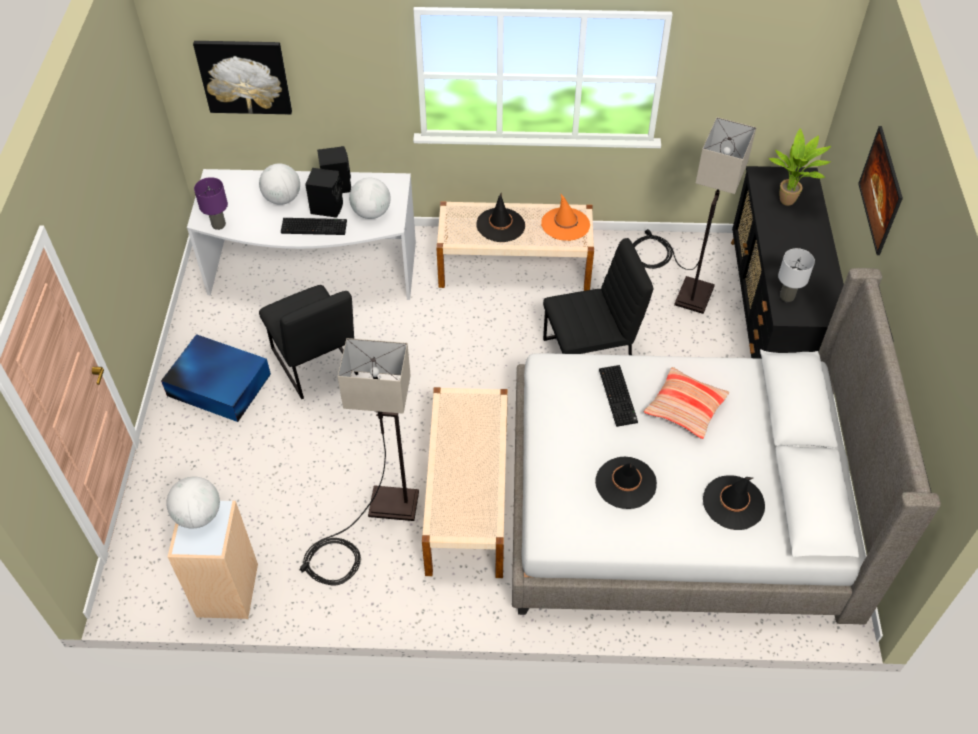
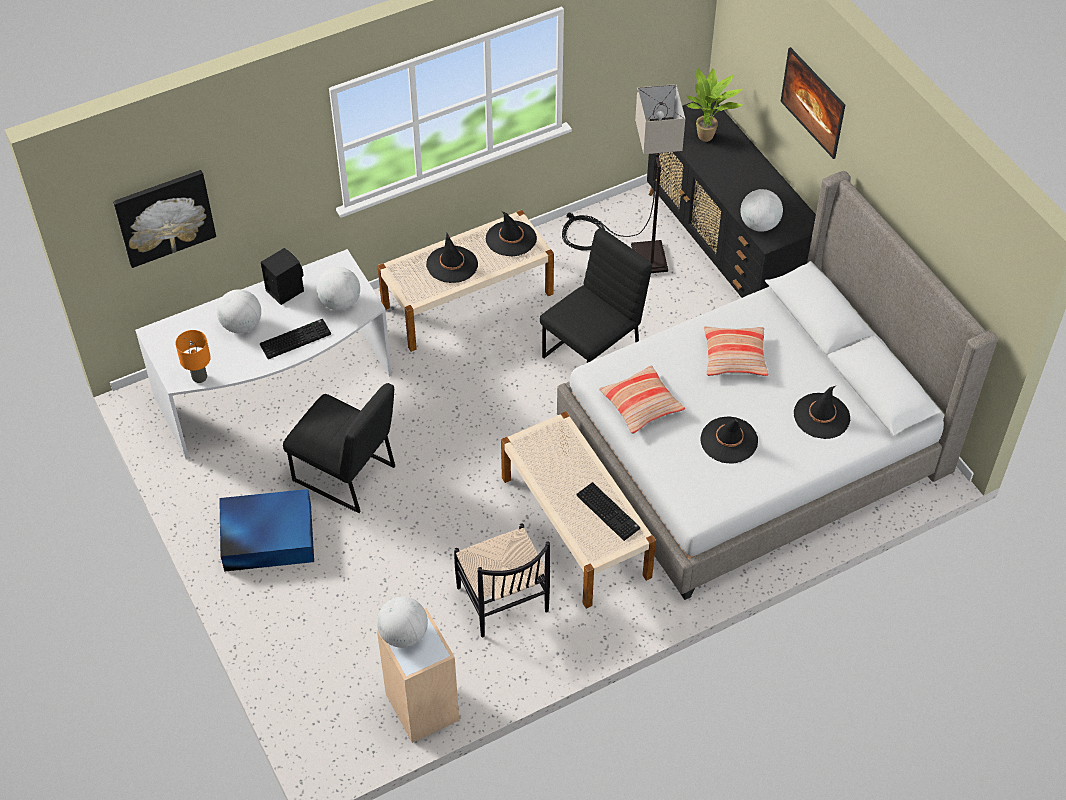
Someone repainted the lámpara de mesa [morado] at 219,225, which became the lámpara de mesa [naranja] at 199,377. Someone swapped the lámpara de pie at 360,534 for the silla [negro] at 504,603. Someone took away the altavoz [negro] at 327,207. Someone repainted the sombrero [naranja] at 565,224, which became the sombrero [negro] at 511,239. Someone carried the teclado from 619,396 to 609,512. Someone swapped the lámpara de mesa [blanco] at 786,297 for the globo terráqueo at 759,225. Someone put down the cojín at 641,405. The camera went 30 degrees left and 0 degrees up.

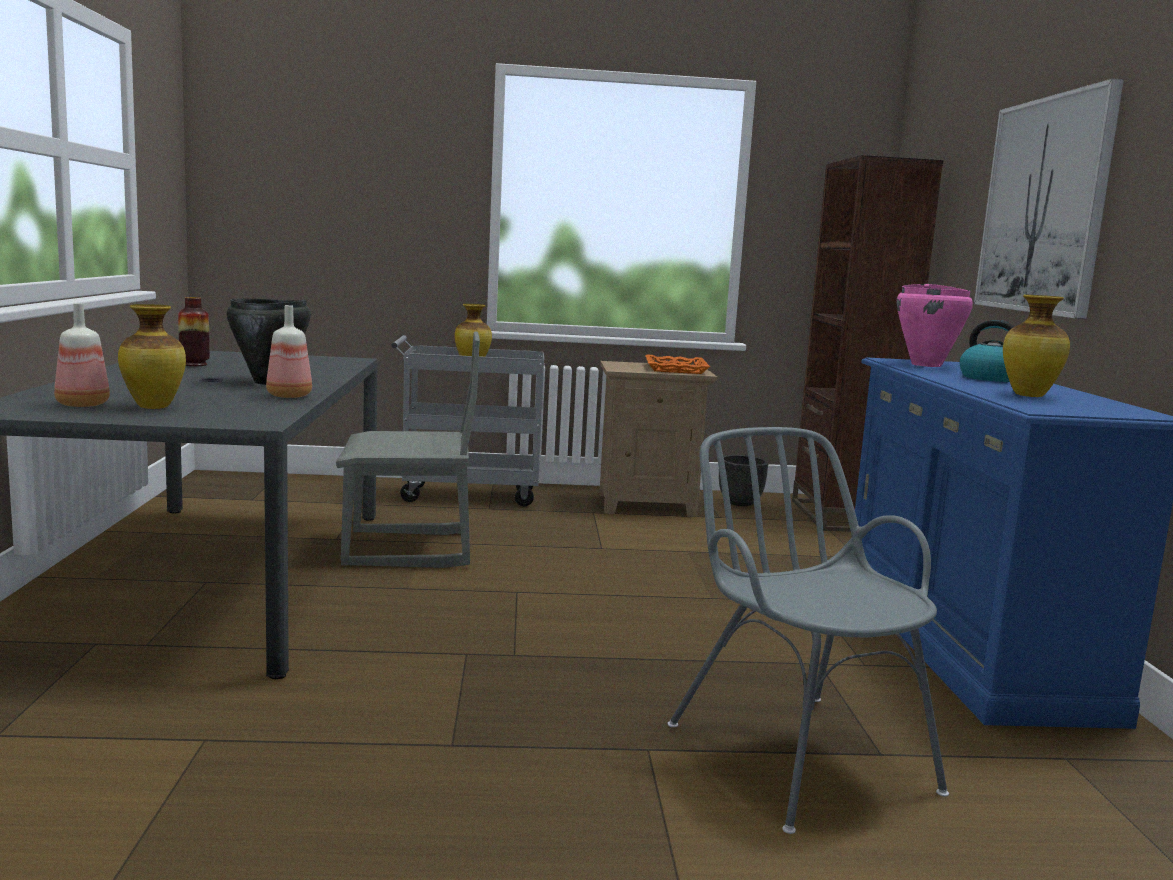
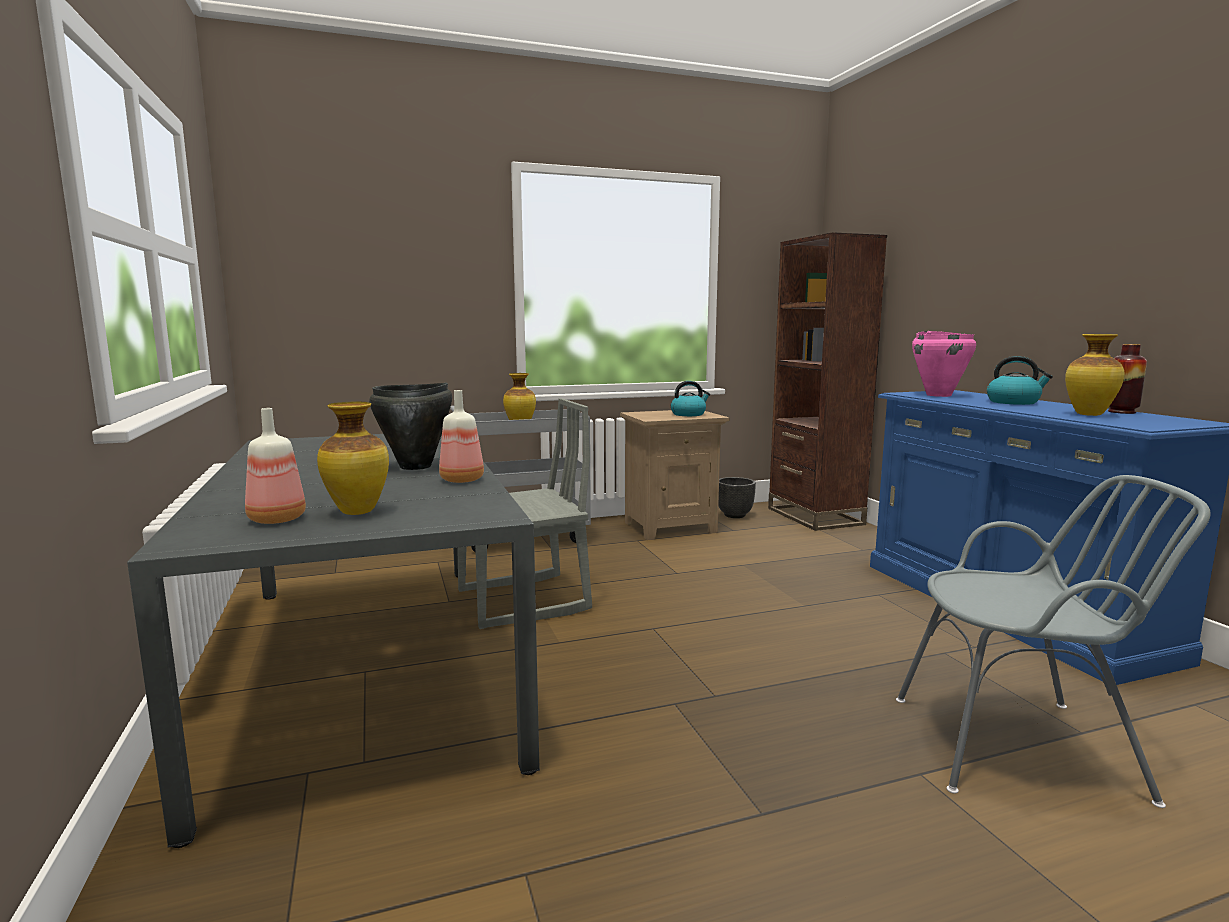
Someone carried the florero from 194,364 to 1121,412. Someone swapped the bandeja [naranja] at 675,369 for the hervidor at 688,414. Someone rotated the silla [gris] at 795,751 by 135 degrees clockwise. Someone took away the cuadro at 1044,206. The camera went 15 degrees left and 0 degrees up.

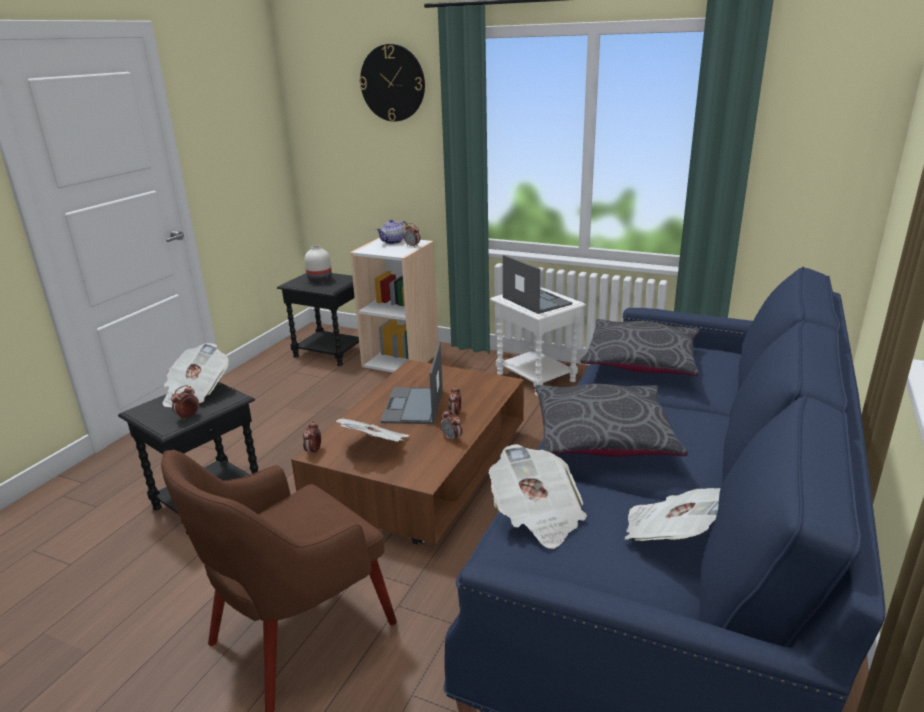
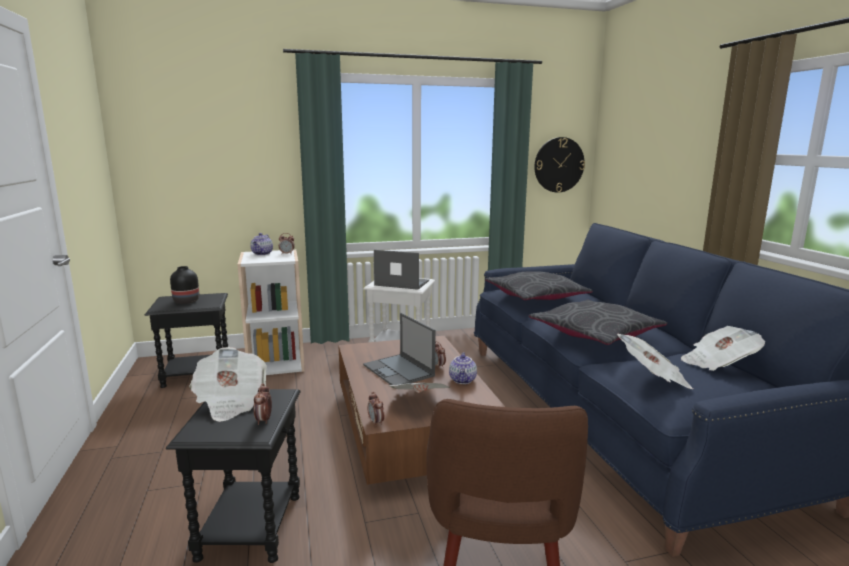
Someone repainted the florero [blanco] at 319,280, which became the florero [negro] at 186,301. Someone carried the reloj de pared from 392,83 to 559,165. Someone swapped the despertador at 452,439 for the tetera at 463,380. The camera went 40 degrees left and 10 degrees down.

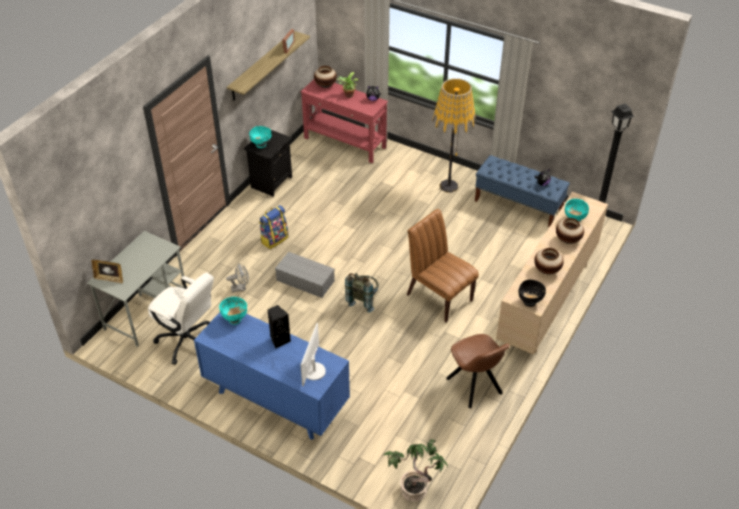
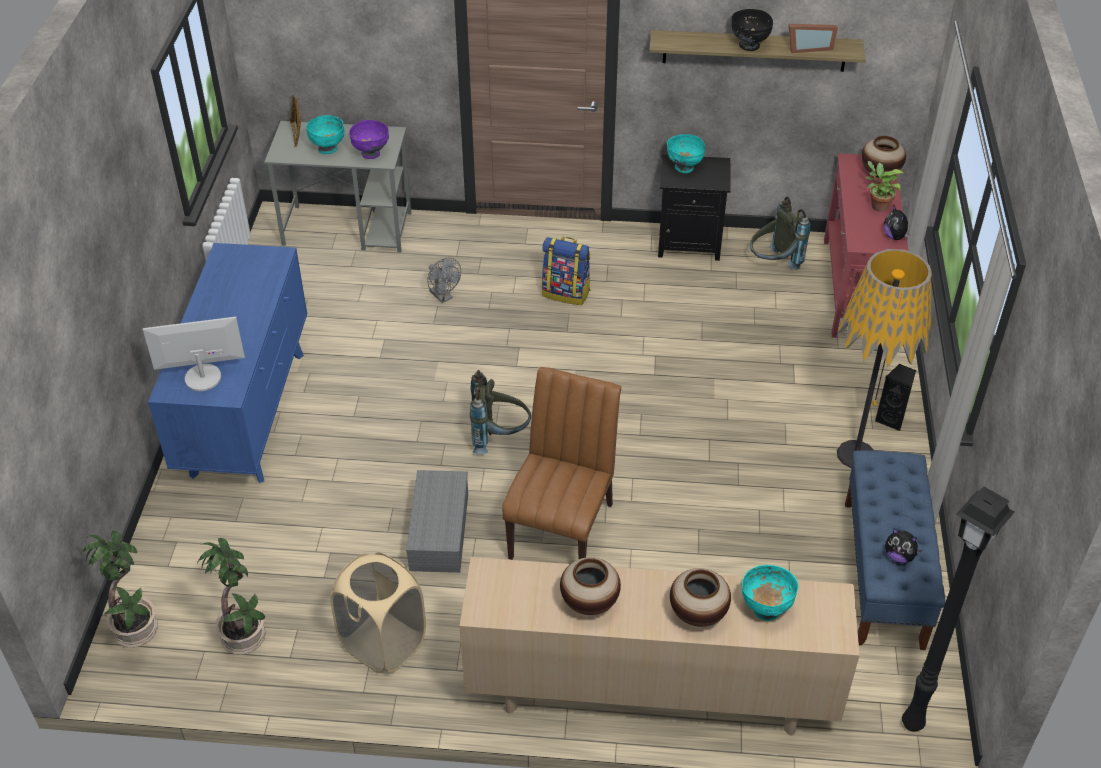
Someone took away the silla de oficina [blanco] at 189,342. Someone carried the cuenco [turquesa] from 235,319 to 328,149. Someone carried the altavoz [negro] from 279,340 to 891,419. Someone carried the caja de almacenaje [gris] from 304,280 to 438,530. Someone swapped the silla [marrón] at 474,386 for the cesto de la ropa [beis] at 383,643. Someone carried the cuenco [negro] from 529,302 to 749,46. Someone put down the planta en maceta at 245,636. Someone put down the cuenco [morado] at 371,154. Someone put down the mochila [gris] at 773,264. The camera went 65 degrees right and 0 degrees up.

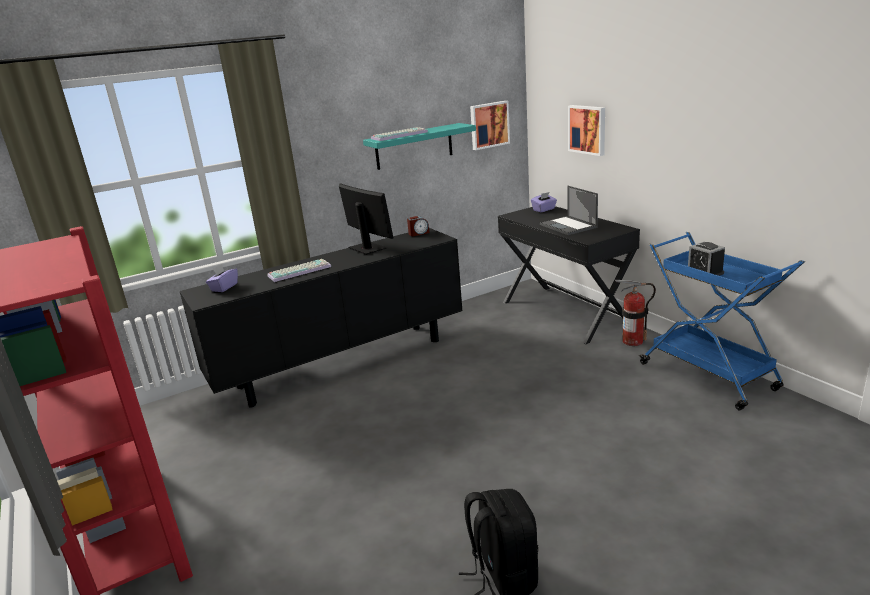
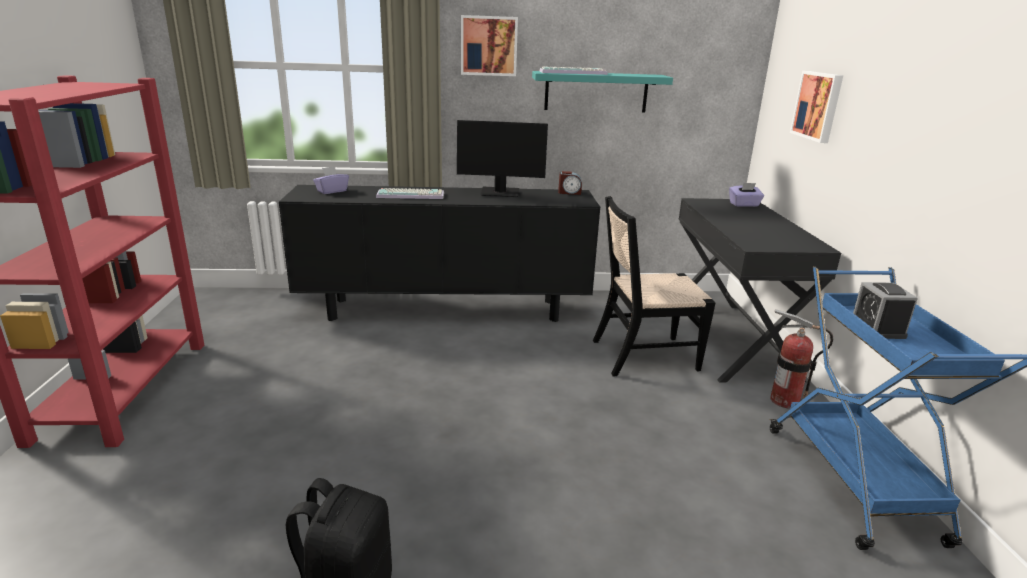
Someone rotated the monitor at 367,248 by 105 degrees clockwise. Someone carried the cuadro from 489,125 to 488,46. Someone took away the portátil at 568,226. Someone put down the silla at 644,356. The camera went 25 degrees right and 0 degrees up.

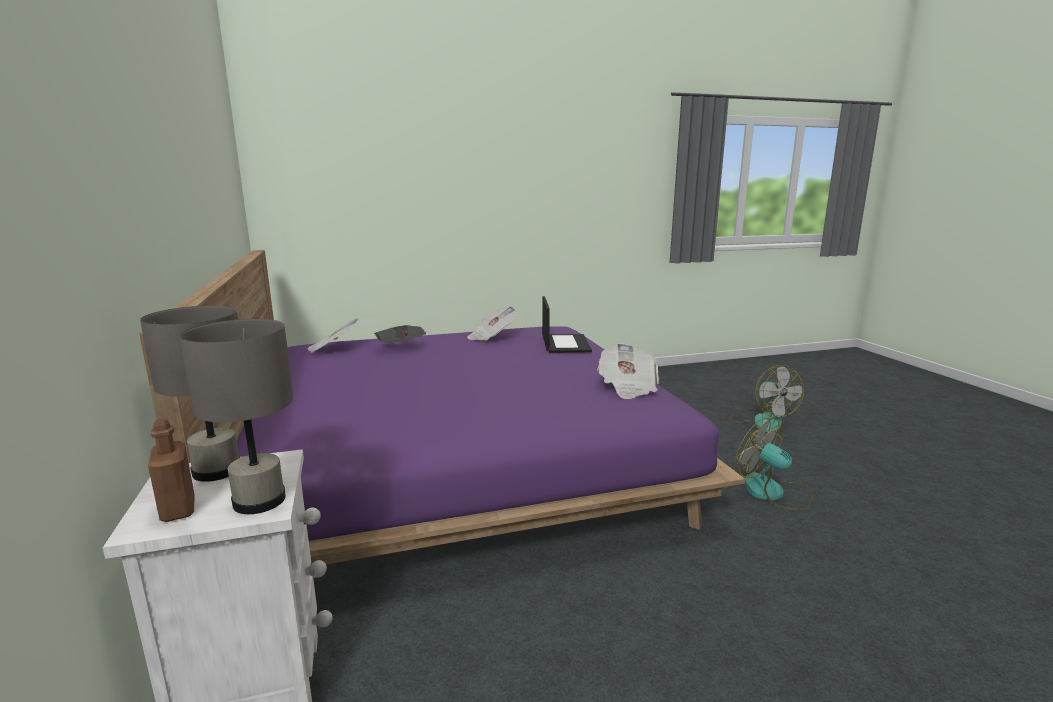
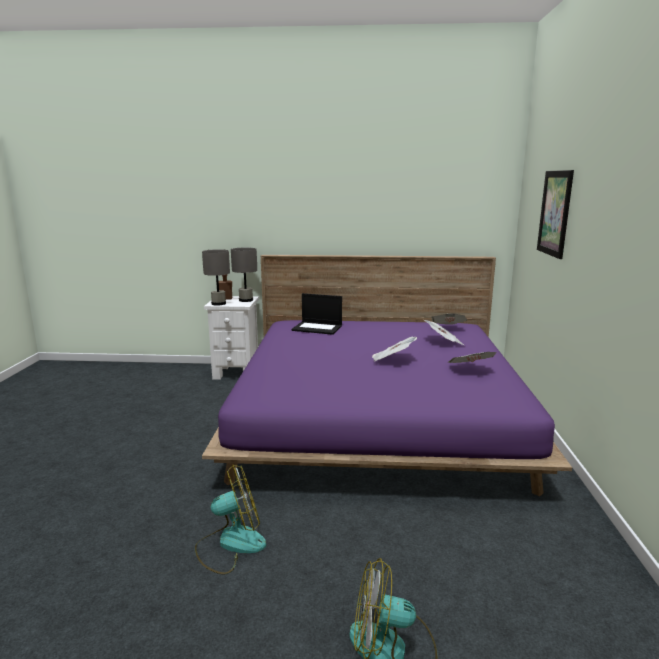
Someone carried the portátil from 564,343 to 318,328. Someone carried the periódico from 627,387 to 392,360. Someone put up the cuadro at 555,213. The camera went 110 degrees right and 0 degrees up.

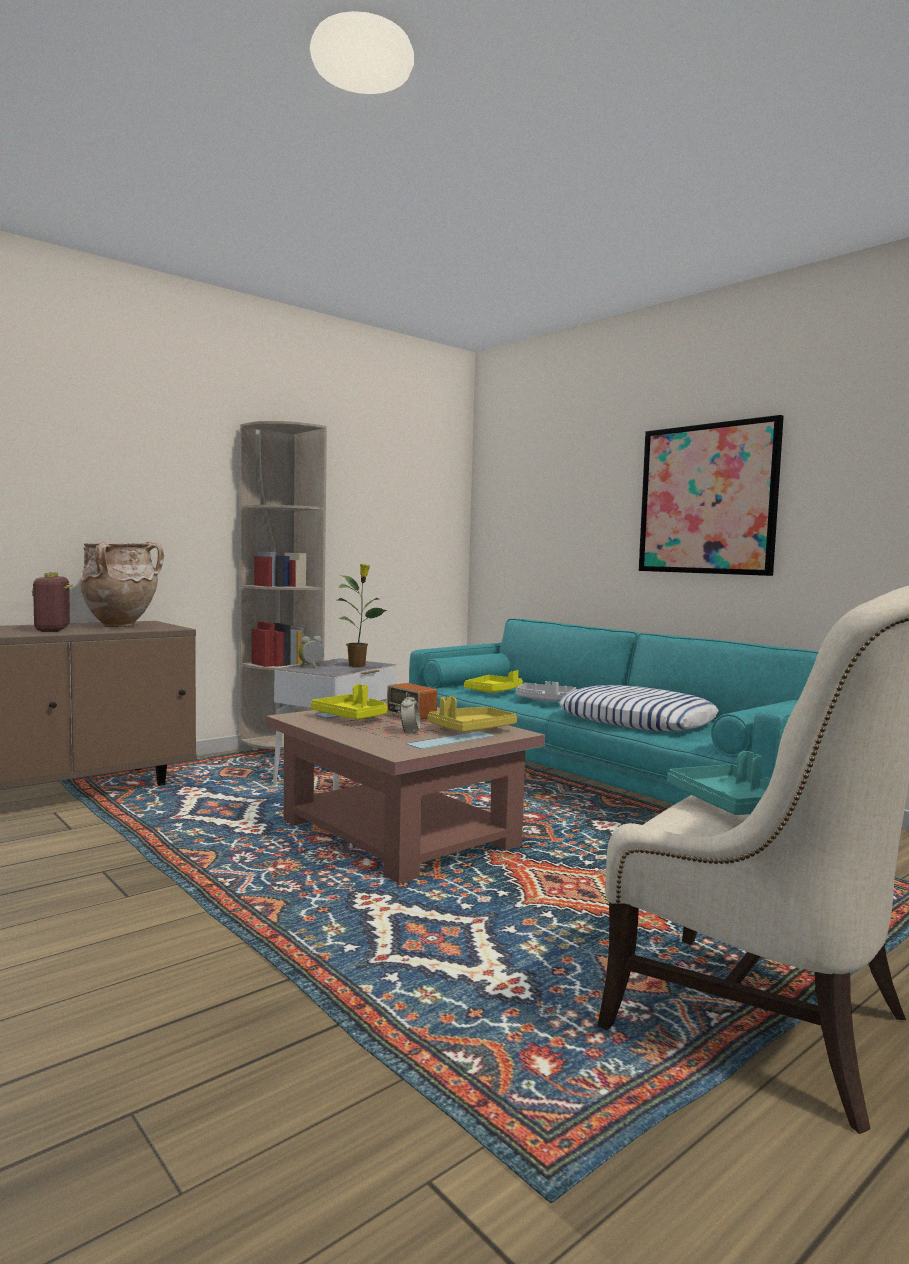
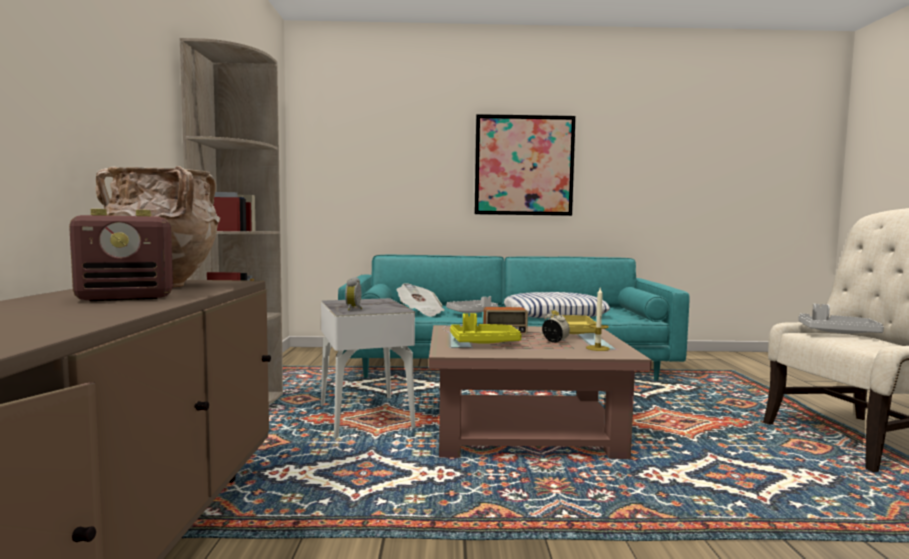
Someone rotated the radio at 53,629 by 45 degrees counterclockwise. Someone took away the planta en maceta at 358,665. Someone swapped the bandeja [amarillo] at 493,691 for the periódico at 420,313. Someone repainted the bandeja [turquesa] at 732,805, which became the bandeja [gris] at 837,332. Someone put down the vela at 597,348. The camera went 50 degrees left and 0 degrees up.

